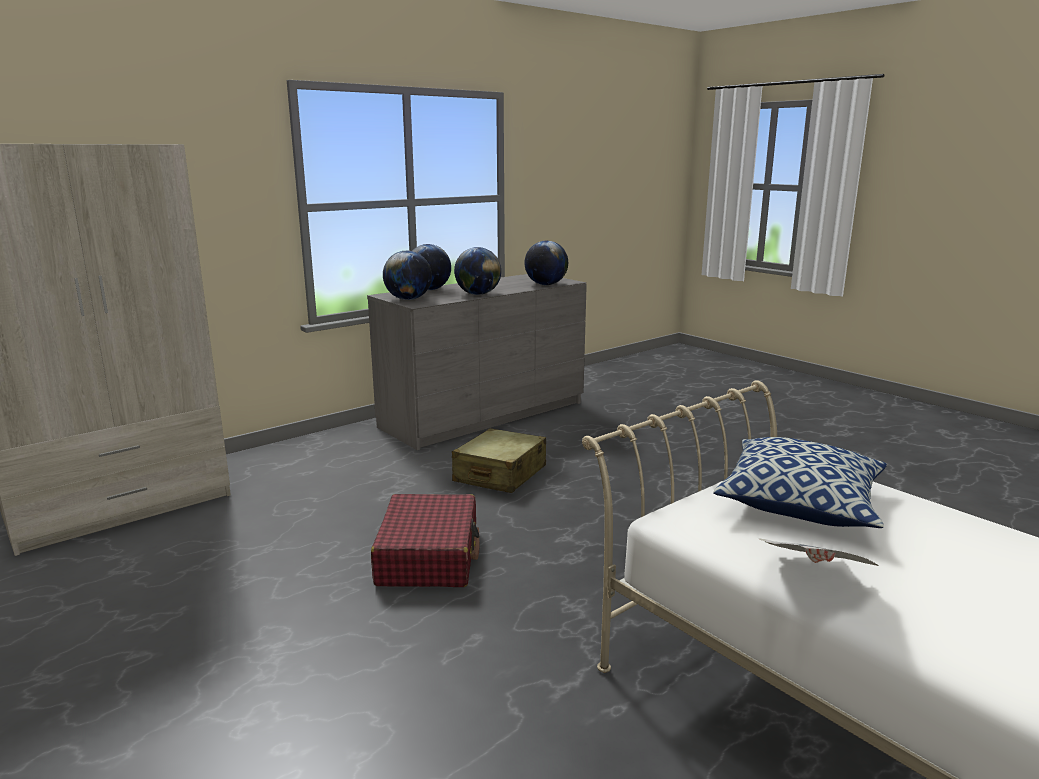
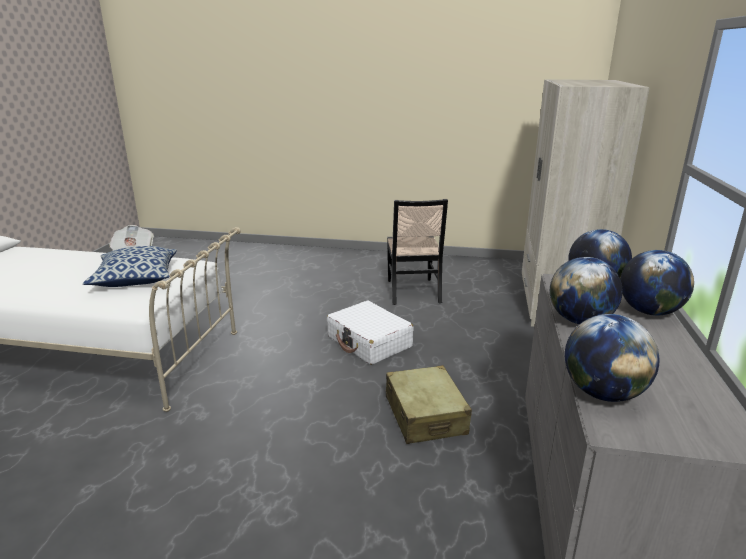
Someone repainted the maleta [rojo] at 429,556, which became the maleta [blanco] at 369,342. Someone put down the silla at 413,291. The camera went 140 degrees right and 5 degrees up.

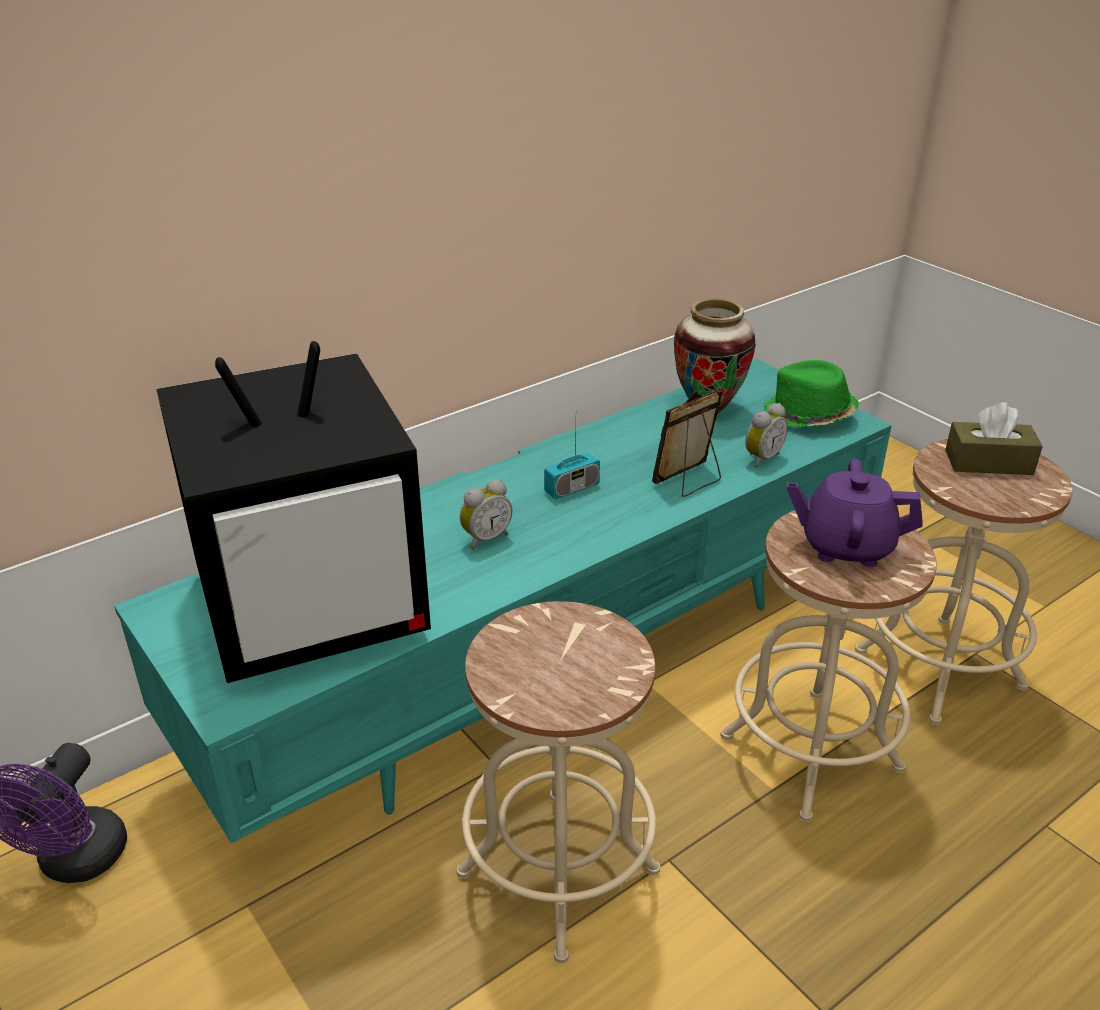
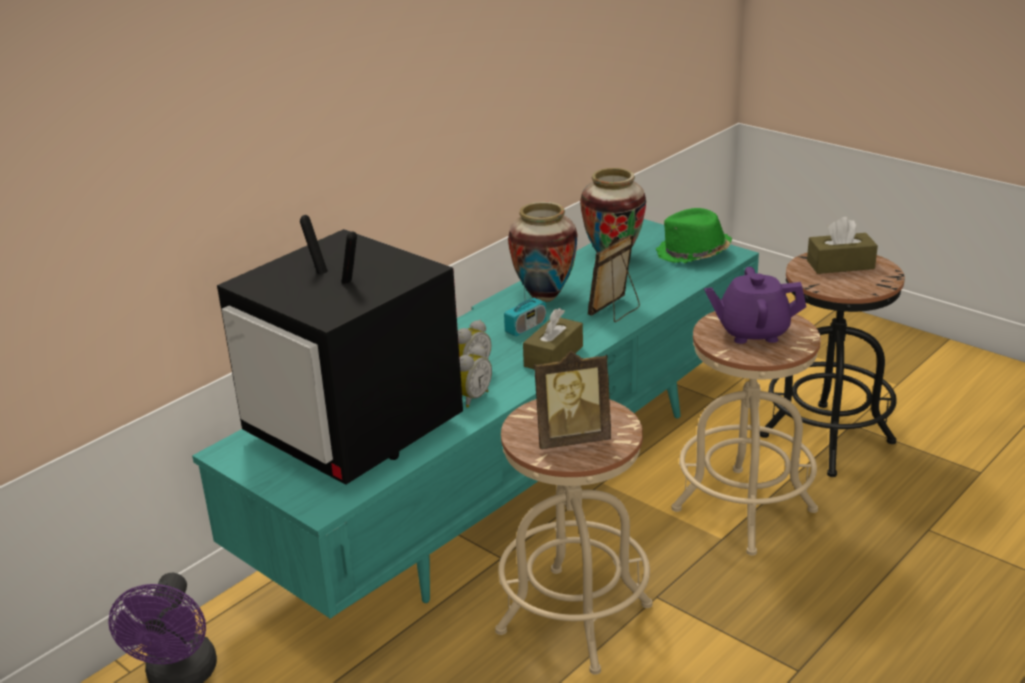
Someone rotated the televisor at 314,606 by 75 degrees clockwise. Someone carried the despertador from 760,458 to 472,398. Someone repainted the taburete [beis] at 939,669, which became the taburete [negro] at 826,439. Someone put down the florero at 544,297. Someone put down the caja de pañuelos [marrón] at 553,356. Someone put down the portarretratos at 571,438. The camera went 10 degrees left and 5 degrees down.

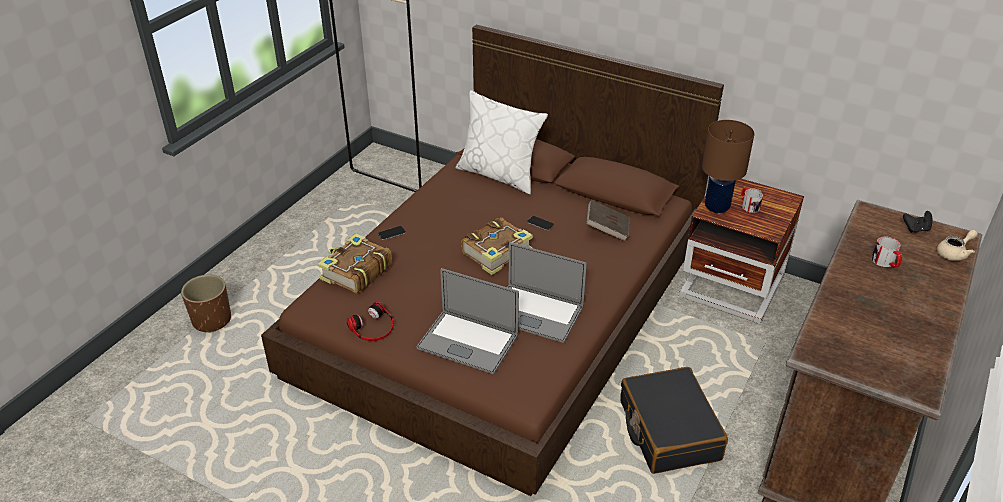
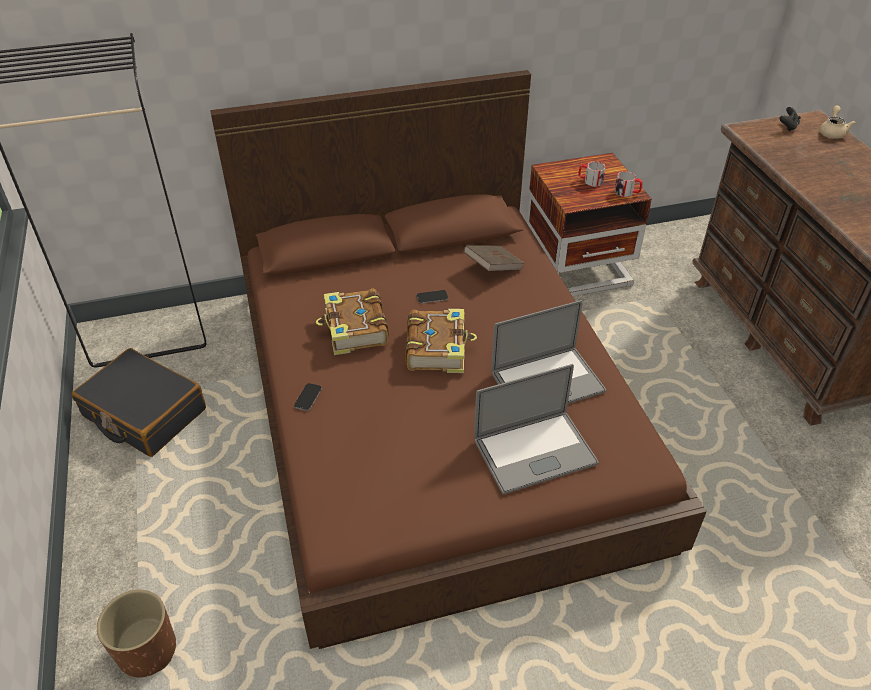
Someone carried the libro from 355,272 to 355,330. Someone took away the auriculares at 373,327. Someone took away the cojín [blanco] at 499,174. Someone carried the maleta [negro] from 668,430 to 144,413. Someone took away the lámpara de mesa [marrón] at 717,208. Someone carried the taza grande from 885,262 to 627,192. The camera went 45 degrees left and 5 degrees up.

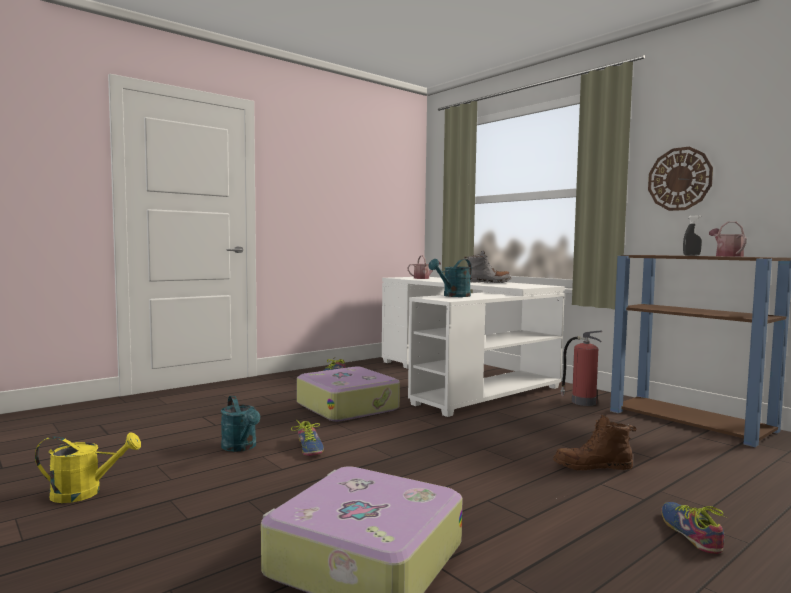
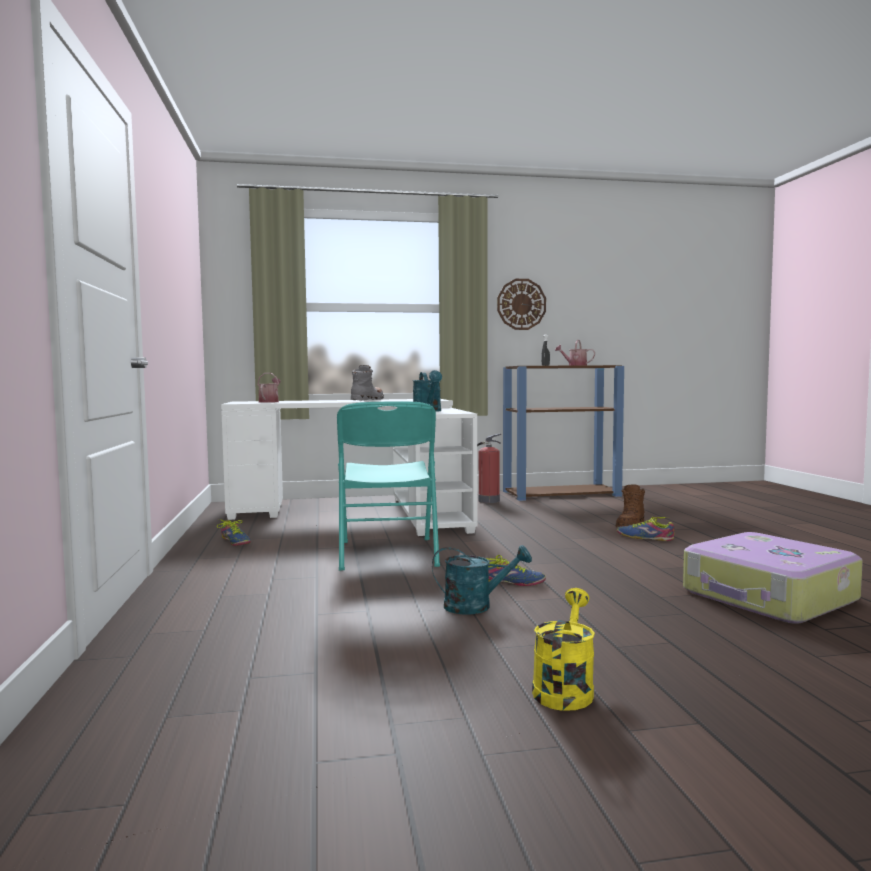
Someone swapped the maleta at 348,406 for the silla [turquesa] at 387,554. Someone carried the zapato from 690,533 to 645,538. The camera went 60 degrees left and 0 degrees up.

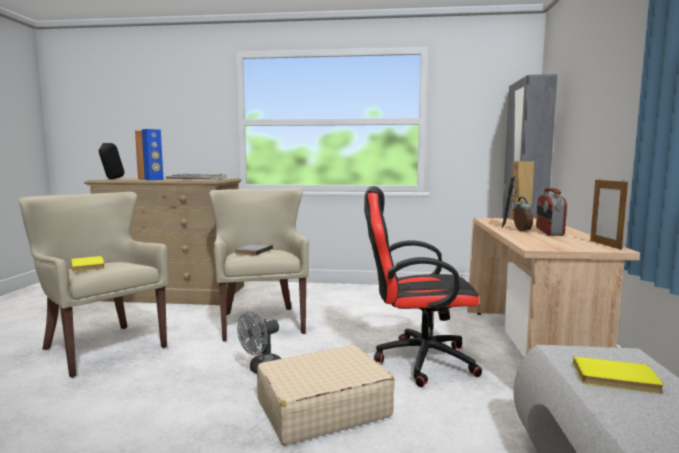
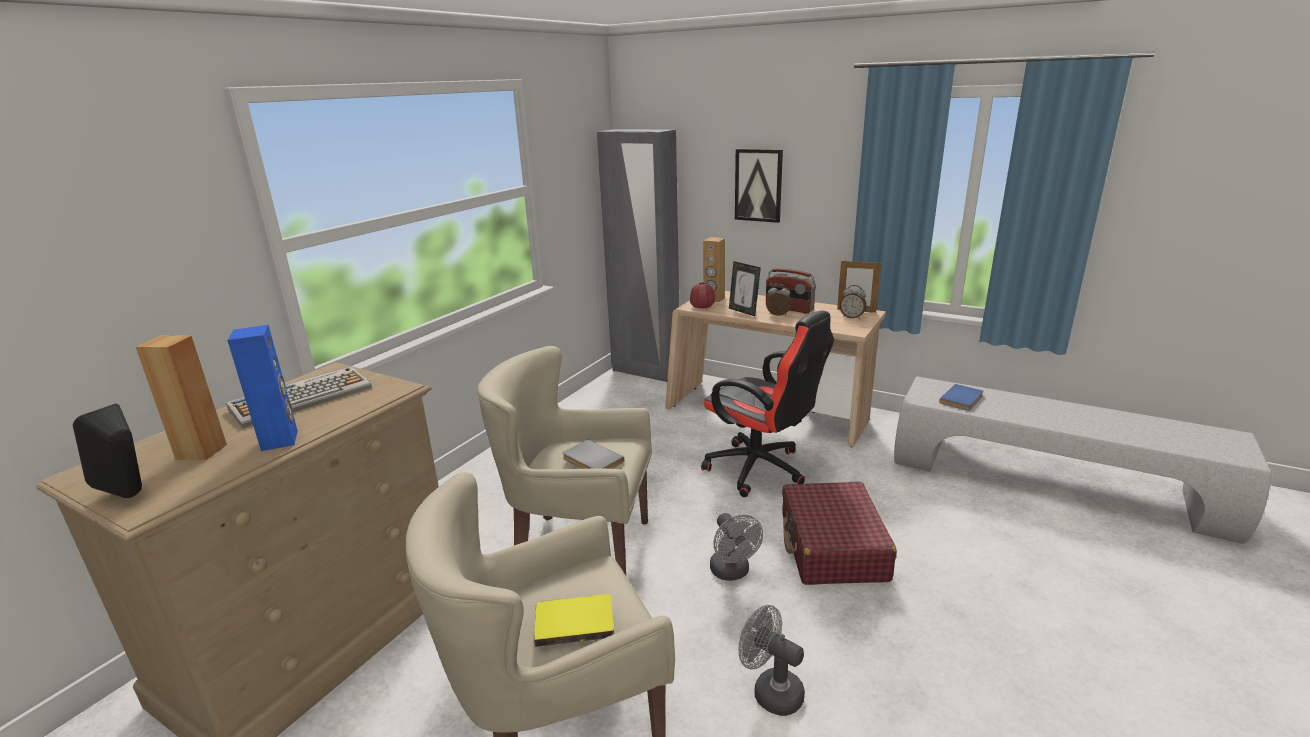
Someone repainted the maleta [beis] at 322,408, which became the maleta [rojo] at 832,547. Someone rotated the silla de oficina [negro] at 417,361 by 75 degrees counterclockwise. Someone repainted the libro [amarillo] at 616,379, which became the libro [azul] at 963,399. Someone put down the florero [rojo] at 702,306. Someone put up the cuadro at 758,185. Someone put down the ventilador [gris] at 771,691. Someone put down the despertador at 852,317. The camera went 65 degrees left and 15 degrees up.

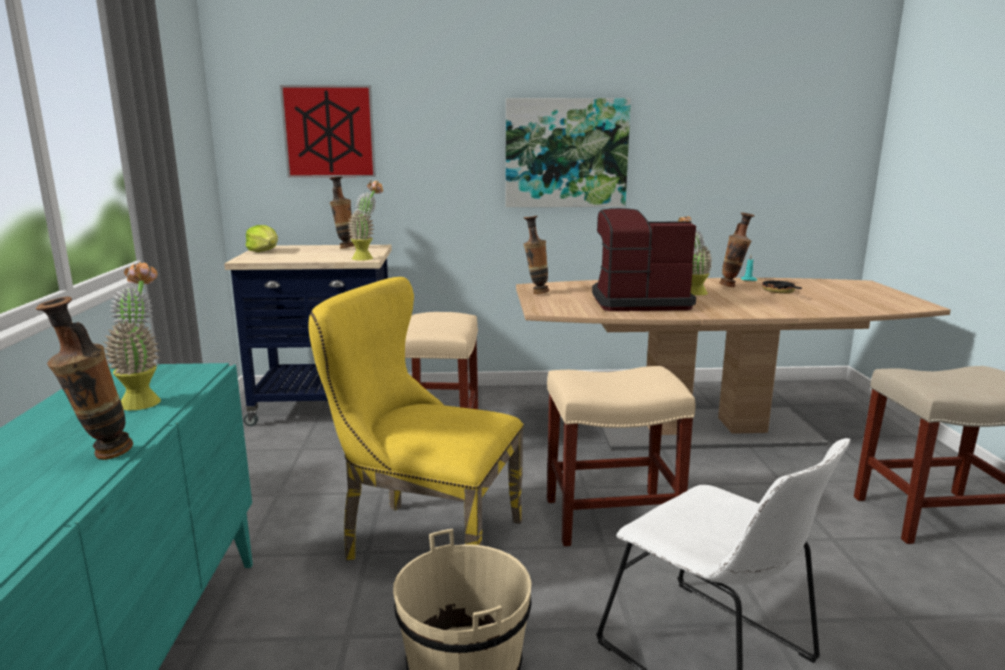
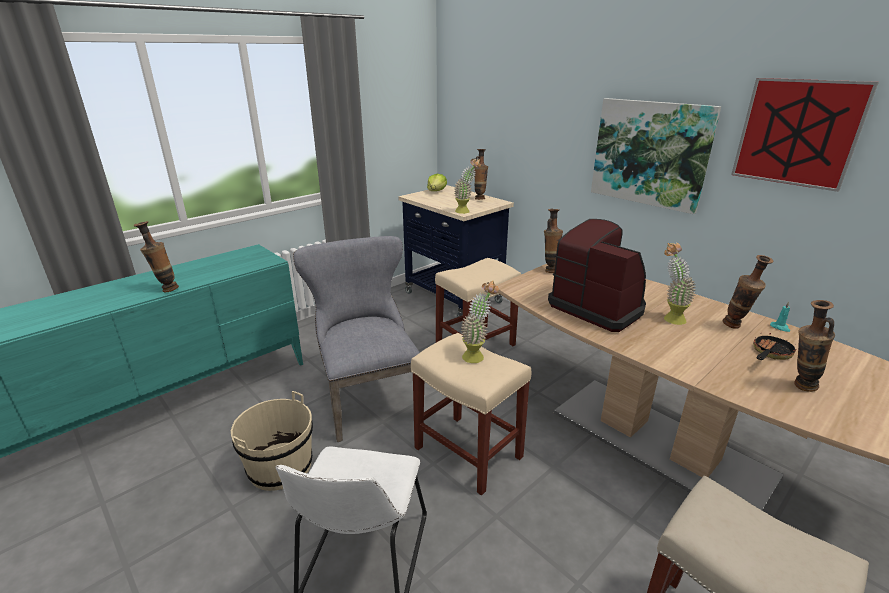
Someone carried the planta en maceta from 145,399 to 477,355. Someone carried the cuadro from 329,132 to 797,133. Someone repainted the silla [amarillo] at 422,540, which became the silla [gris] at 368,397. Someone put down the florero at 798,386. The camera went 50 degrees right and 10 degrees up.

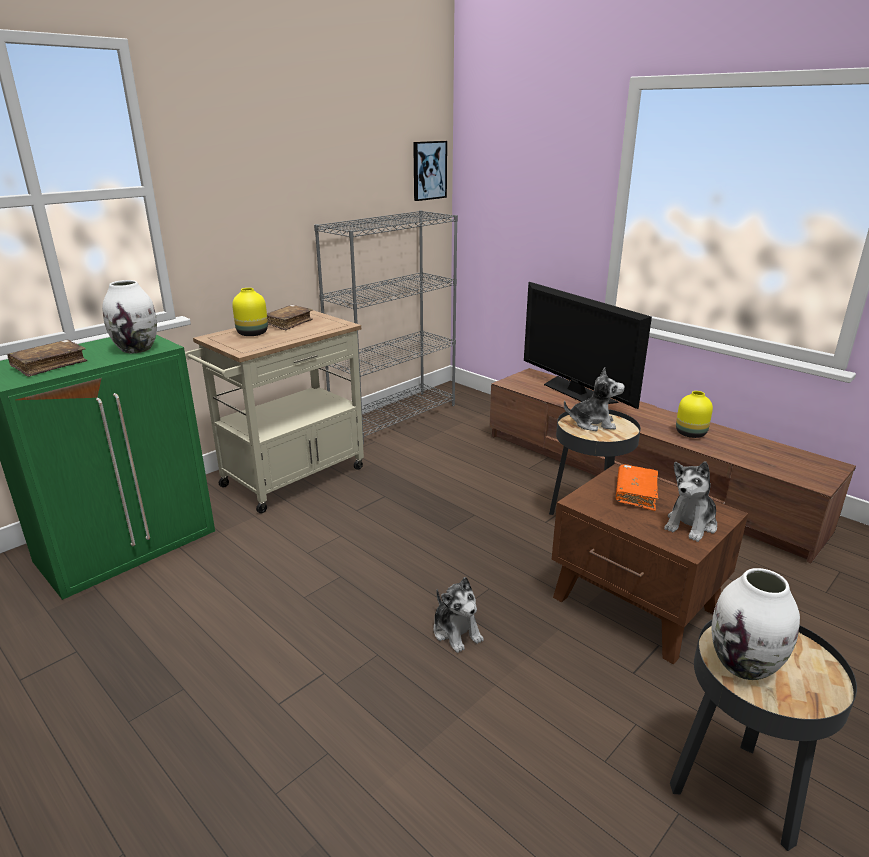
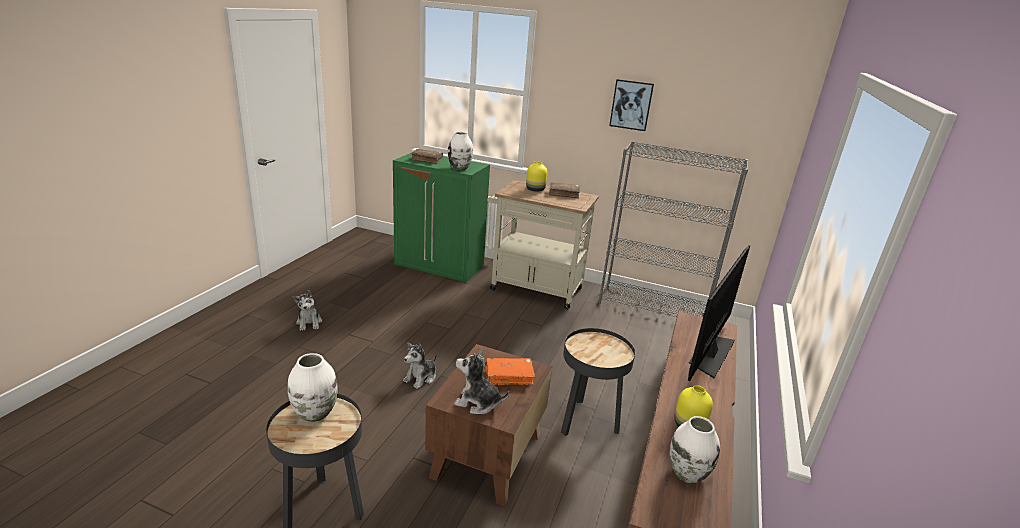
Someone carried the cuadro from 429,170 to 631,105. Someone carried the peluche from 592,423 to 309,323. Someone put down the florero [blanco] at 687,473. The camera went 65 degrees right and 0 degrees up.

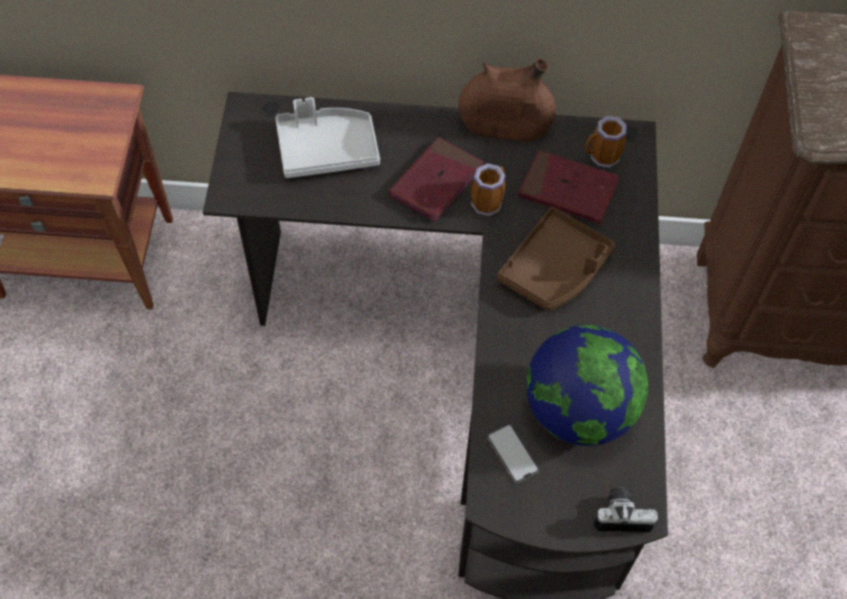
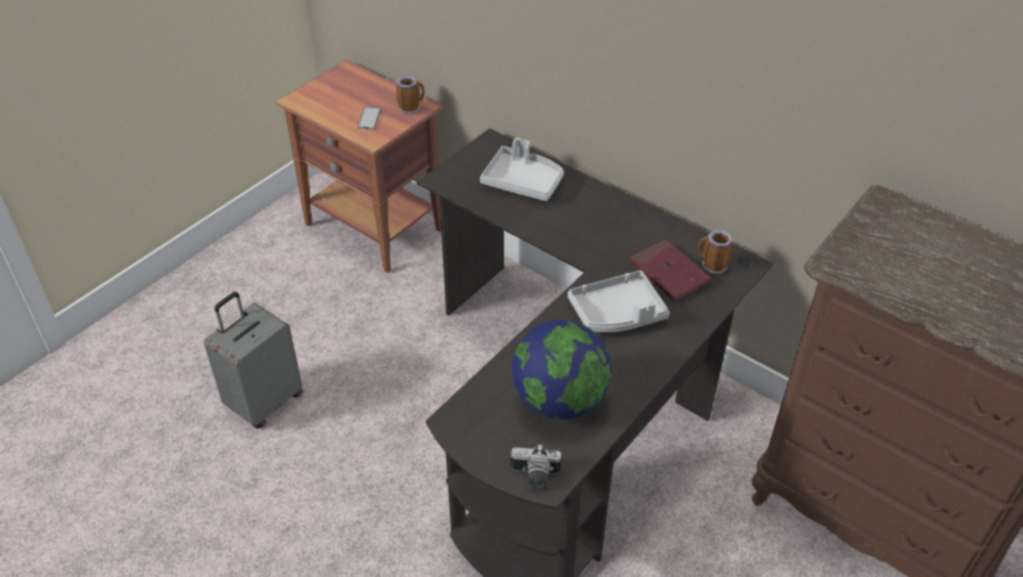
Someone took away the libro [rojo] at 436,182. Someone took away the florero [marrón] at 504,127. Someone carried the taza grande from 487,201 to 411,108. Someone carried the móvil from 512,453 to 369,118. Someone repainted the bandeja [marrón] at 555,269, which became the bandeja [gris] at 617,313. Someone rotated the cámara at 622,514 by 150 degrees clockwise. Someone put down the maleta [gris] at 264,402. The camera went 35 degrees right and 15 degrees down.

